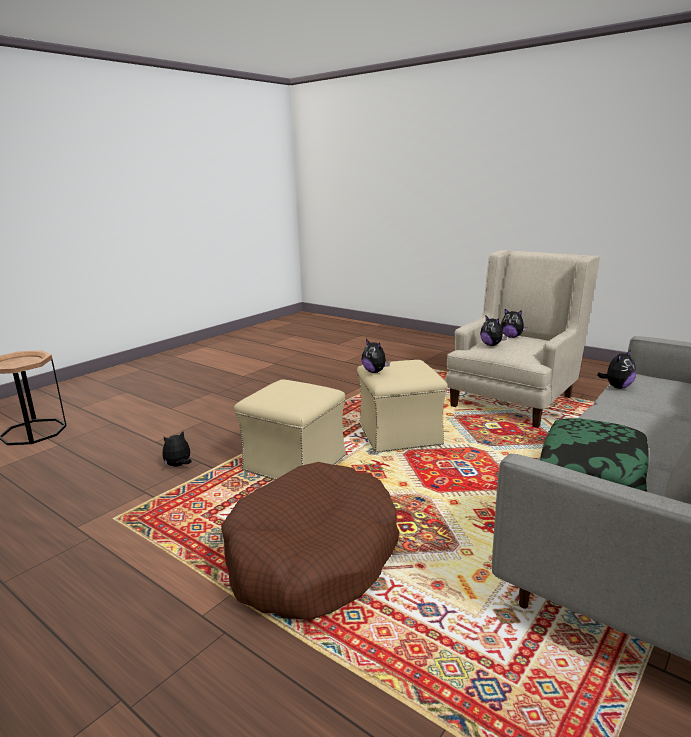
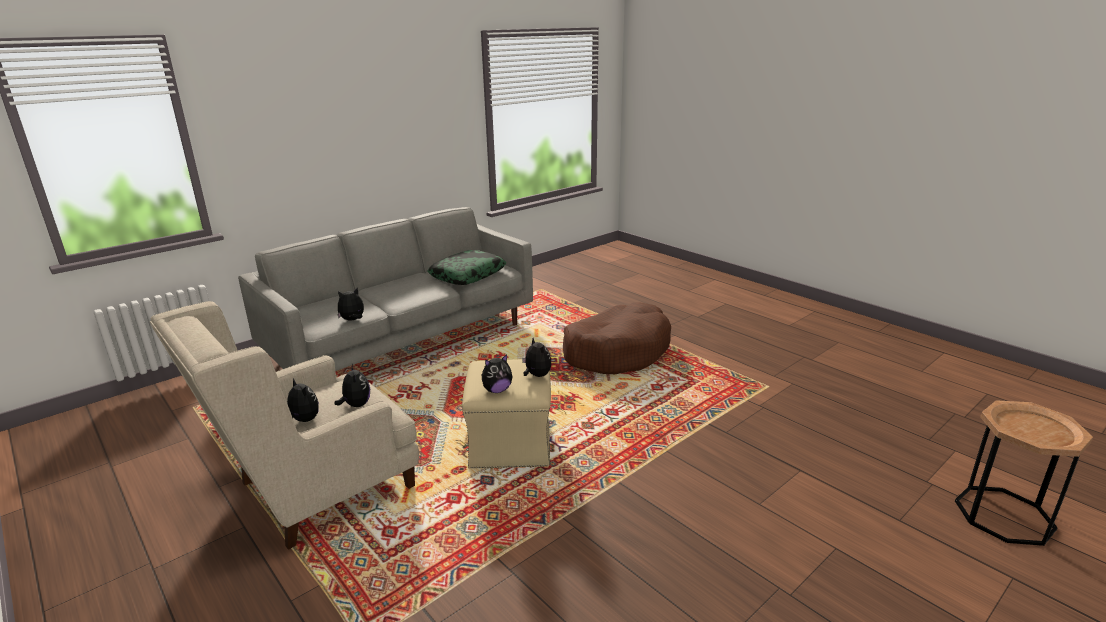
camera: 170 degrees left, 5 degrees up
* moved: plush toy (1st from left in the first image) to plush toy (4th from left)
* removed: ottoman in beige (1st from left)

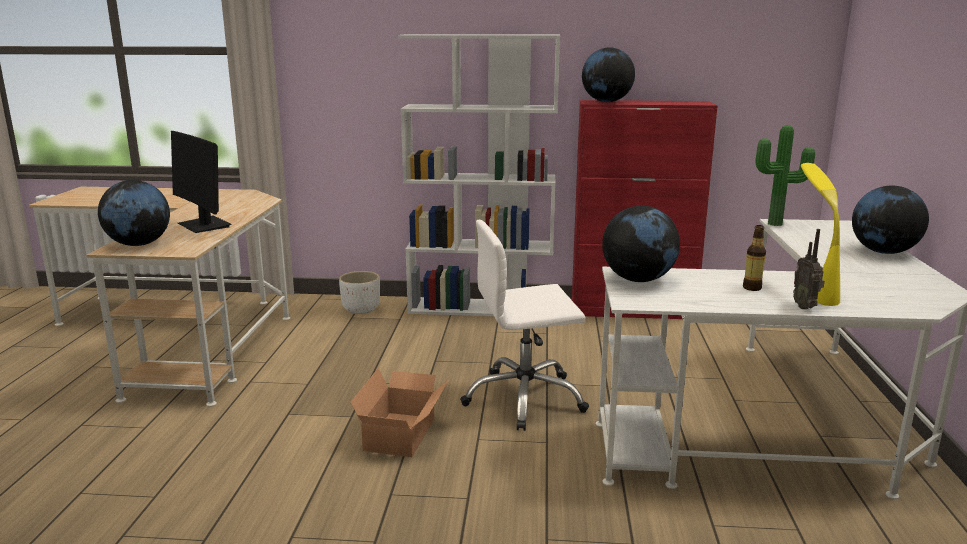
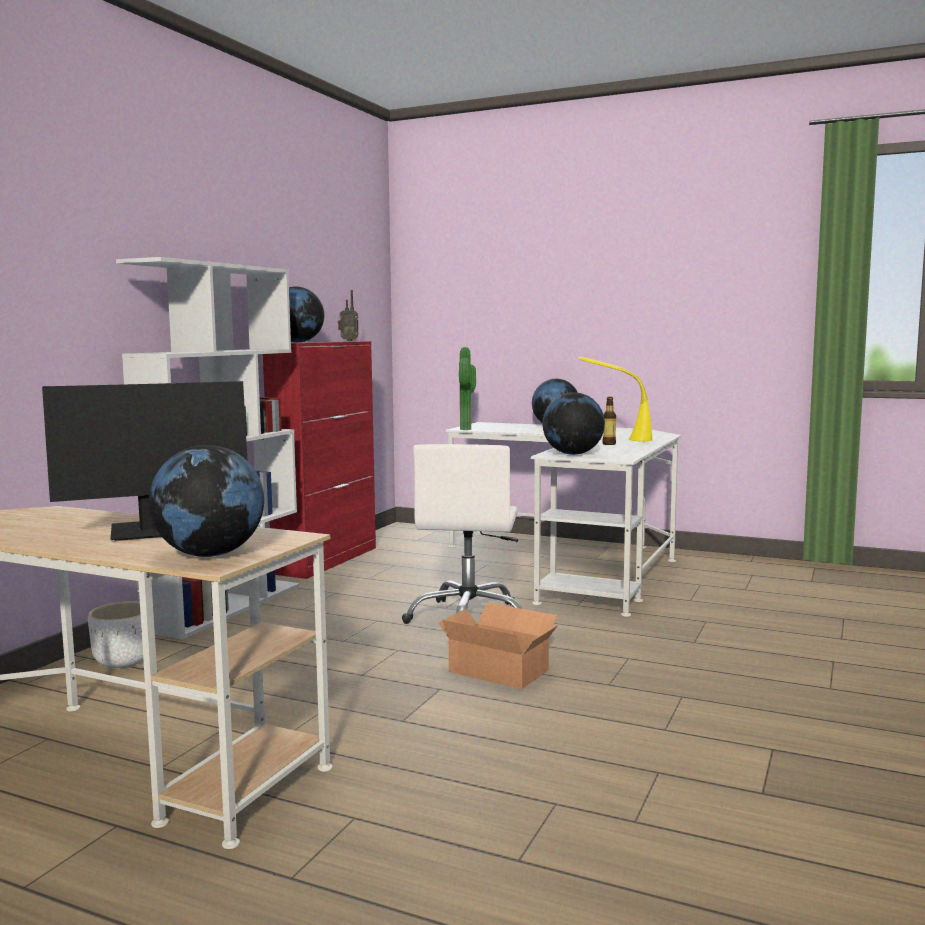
camera: 70 degrees left, 10 degrees down
* moved: radio

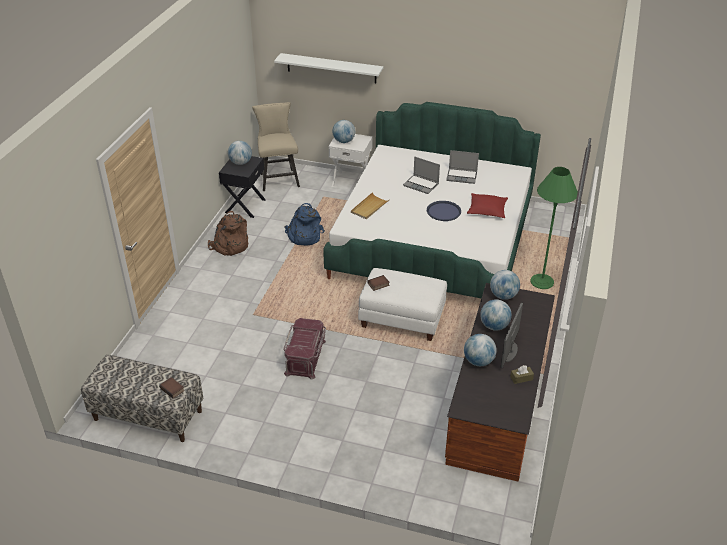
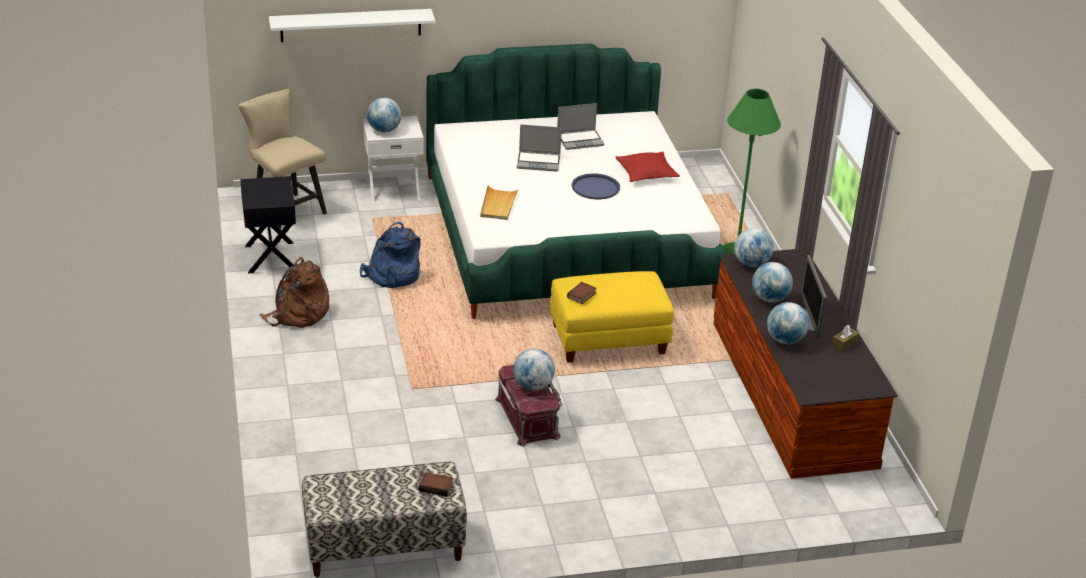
camera: 30 degrees left, 5 degrees down
* moved: globe (1st from left in the first image) to globe (2nd from left)
* recoloured: ottoman in white to ottoman in yellow

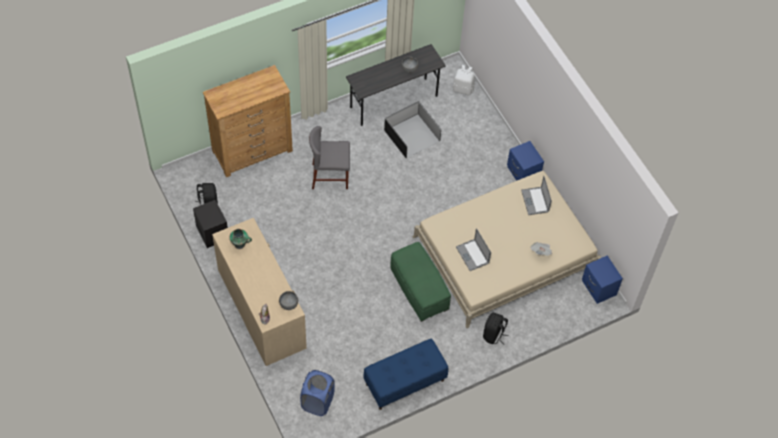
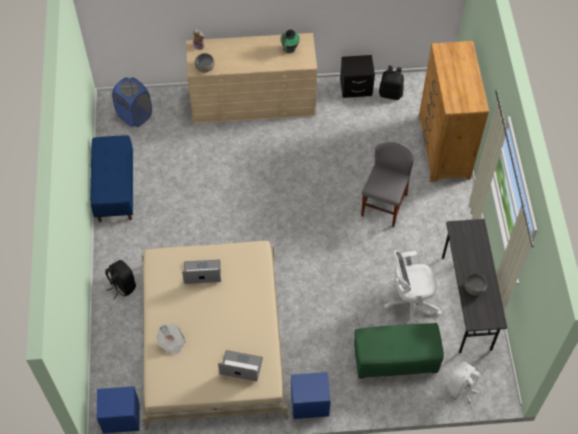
camera: 115 degrees right, 0 degrees up
* replaced: storage box in black to office chair in white
* moved: ottoman in green

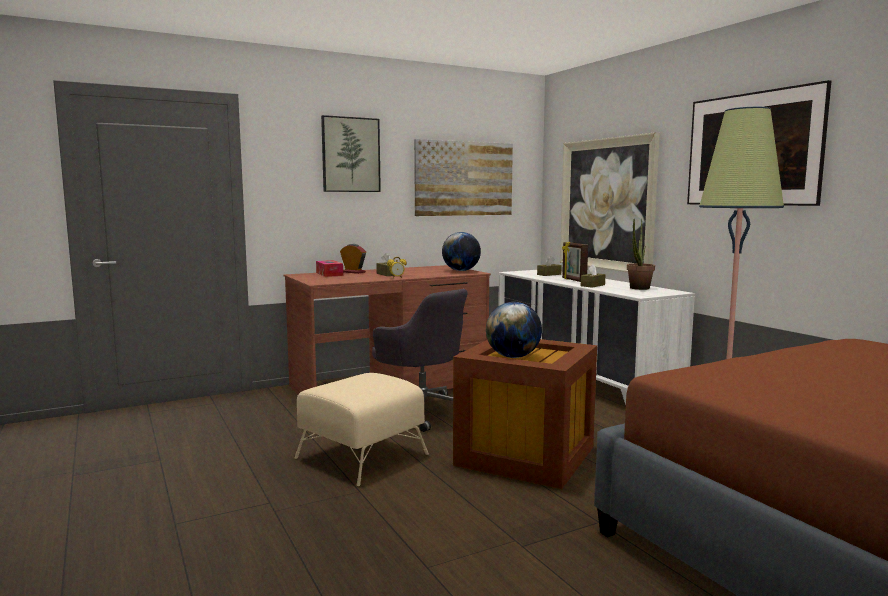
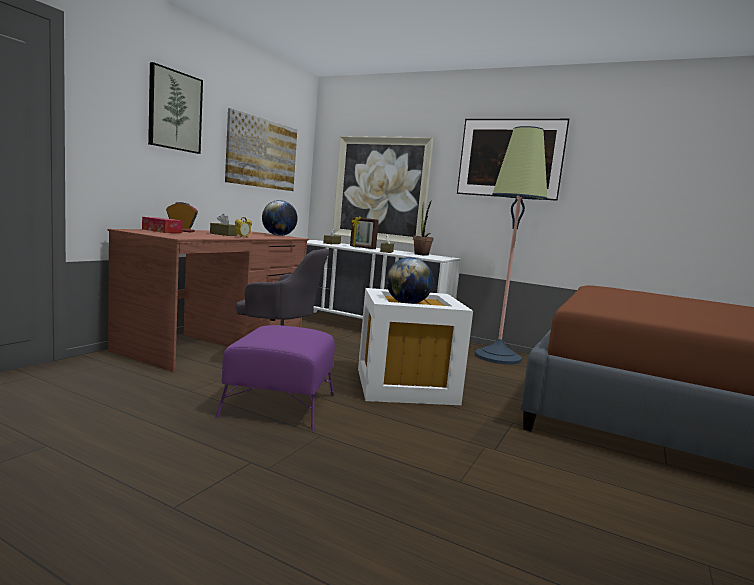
camera: 35 degrees left, 0 degrees up
* recoloured: ottoman in beige to ottoman in purple
* recoloured: storage box in brown to storage box in white

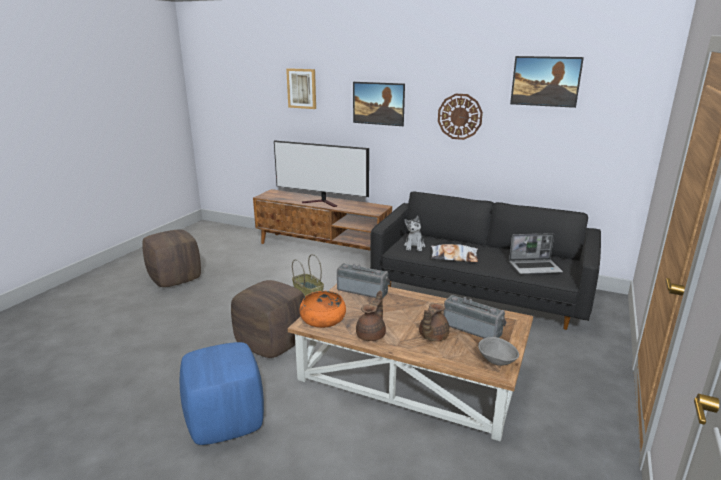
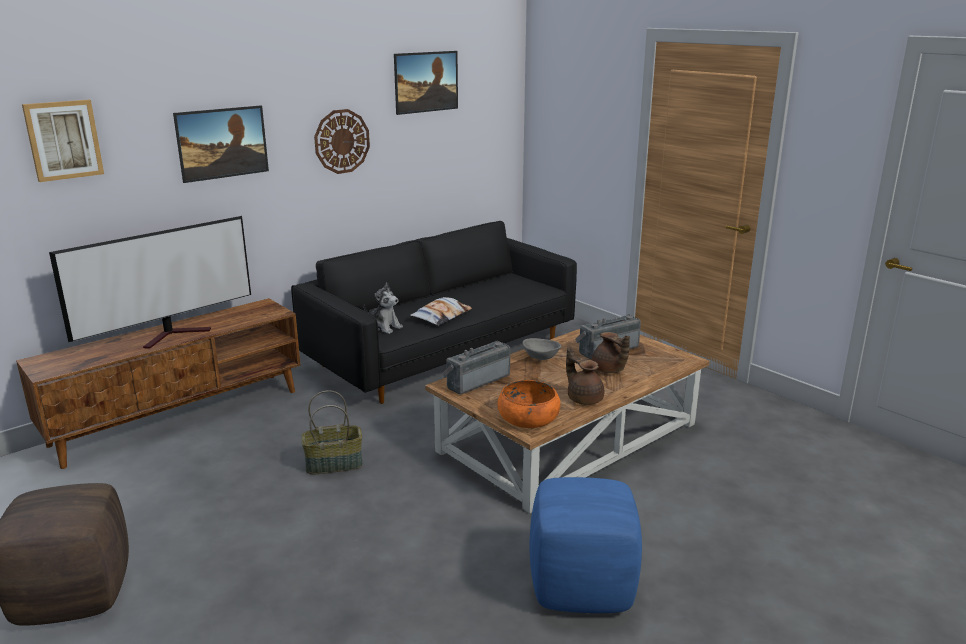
camera: 65 degrees left, 0 degrees up
* removed: ottoman in brown (2nd from left)
* moved: bowl in grey
* removed: laptop

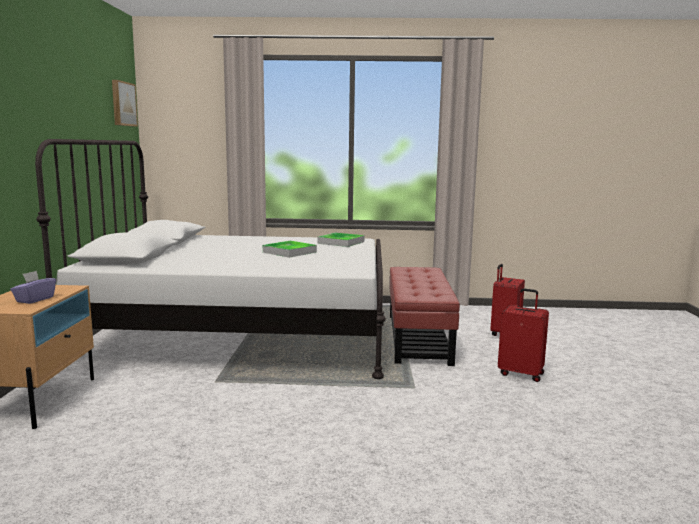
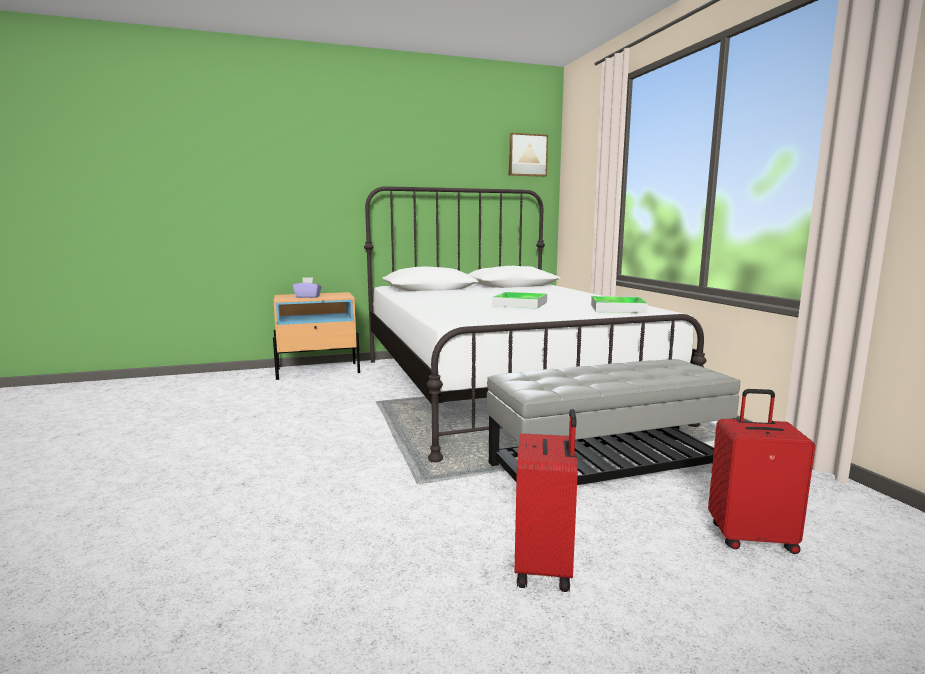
camera: 70 degrees right, 0 degrees up
* recoloured: ottoman in red to ottoman in grey

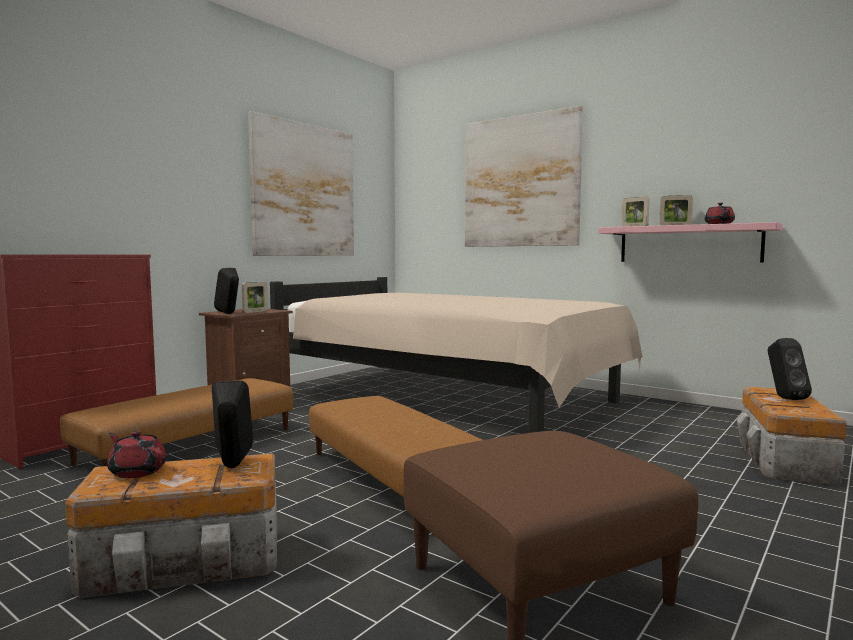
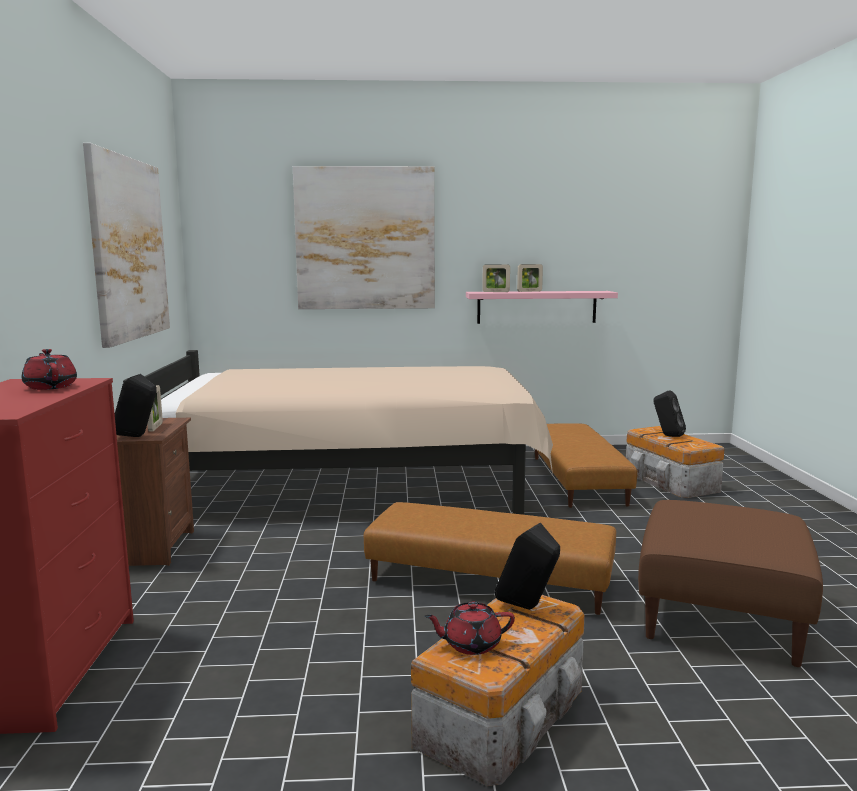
camera: 40 degrees left, 5 degrees up
* moved: ottoman in brown (1st from left in the first image) to ottoman in brown (2nd from left)
* moved: teapot in red (2nd from left in the first image) to teapot in red (1st from left)

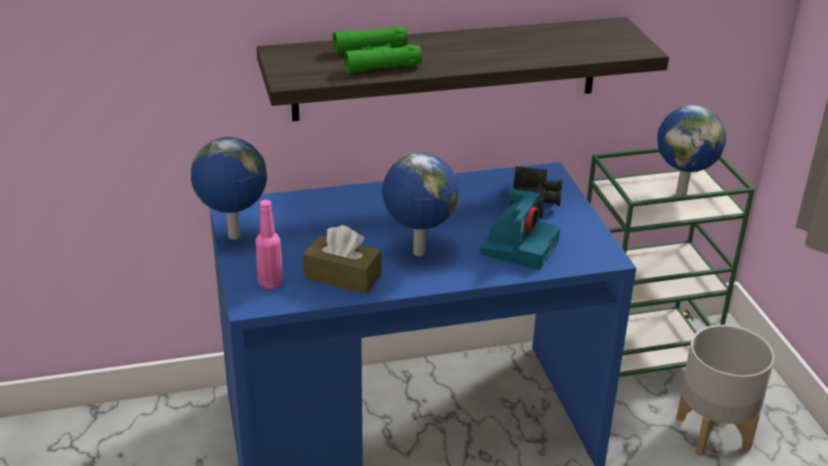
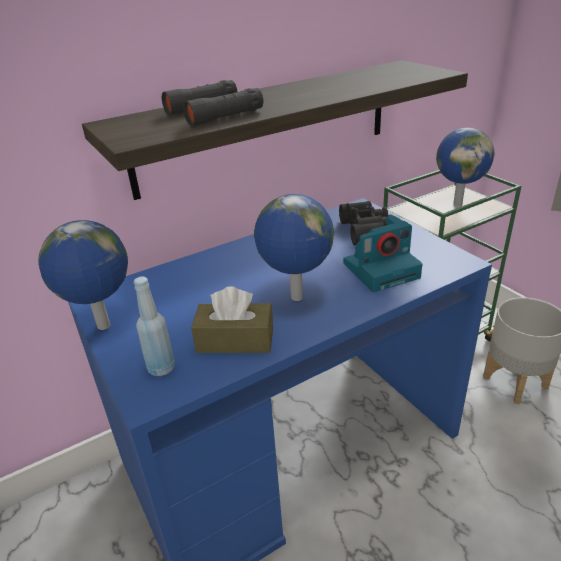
camera: 15 degrees left, 0 degrees up
* recoloured: bottle in pink to bottle in blue
* recoloured: binoculars in green to binoculars in black (1st from left)
* turned: photo camera 60 degrees clockwise

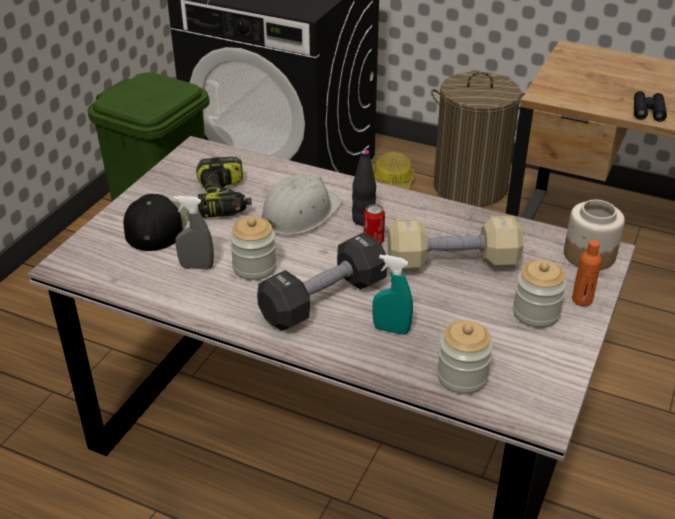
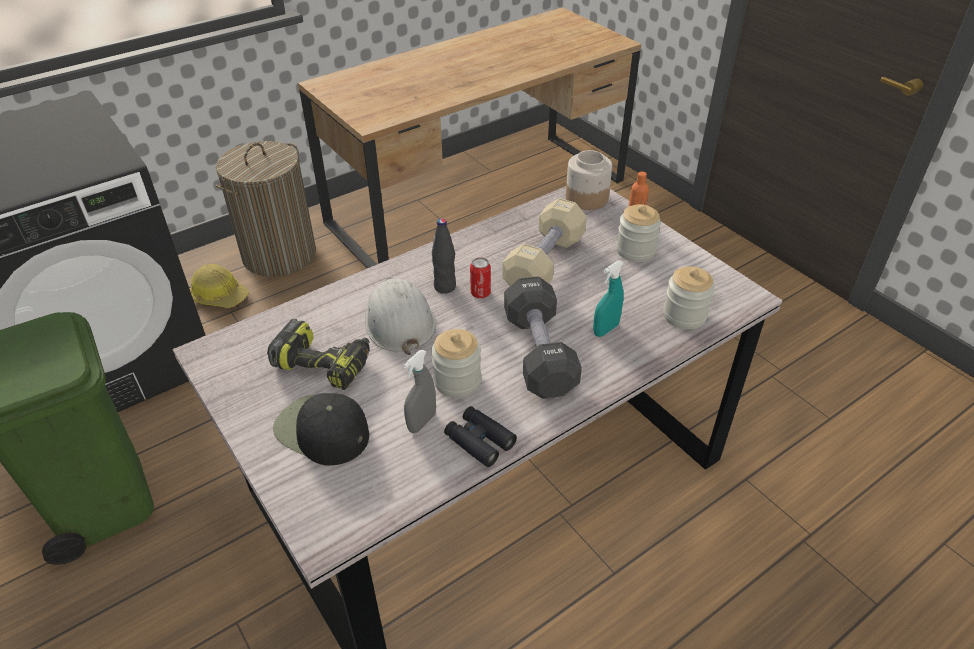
camera: 60 degrees left, 5 degrees up
* moved: binoculars in black

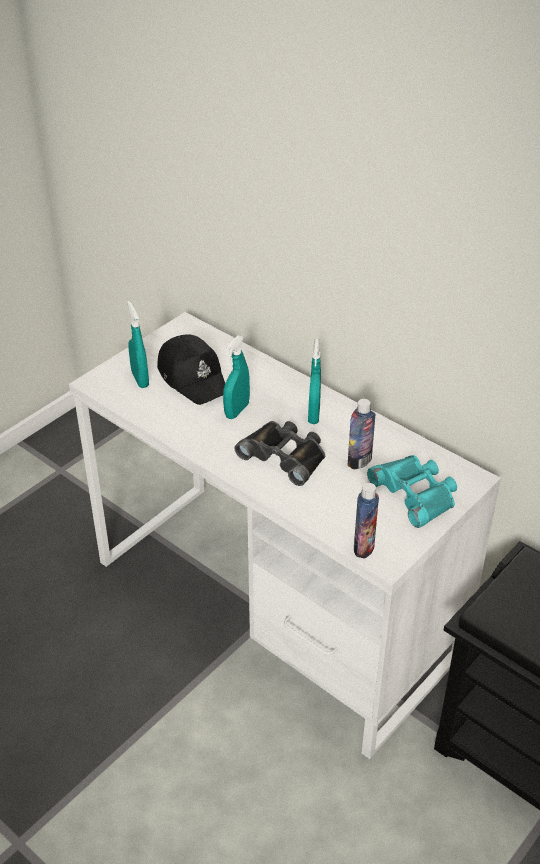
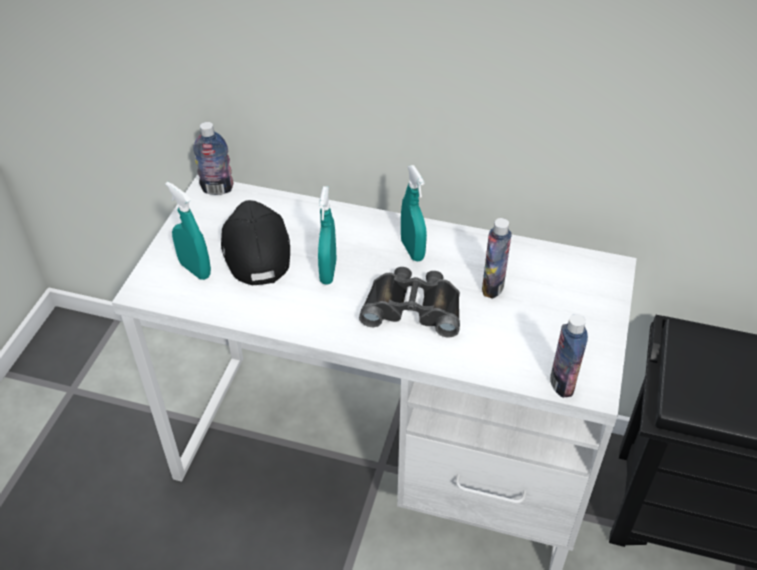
camera: 25 degrees left, 5 degrees up
* turned: cap in black 135 degrees counterclockwise
* removed: binoculars in turquoise
* added: bottle (1st from left)

